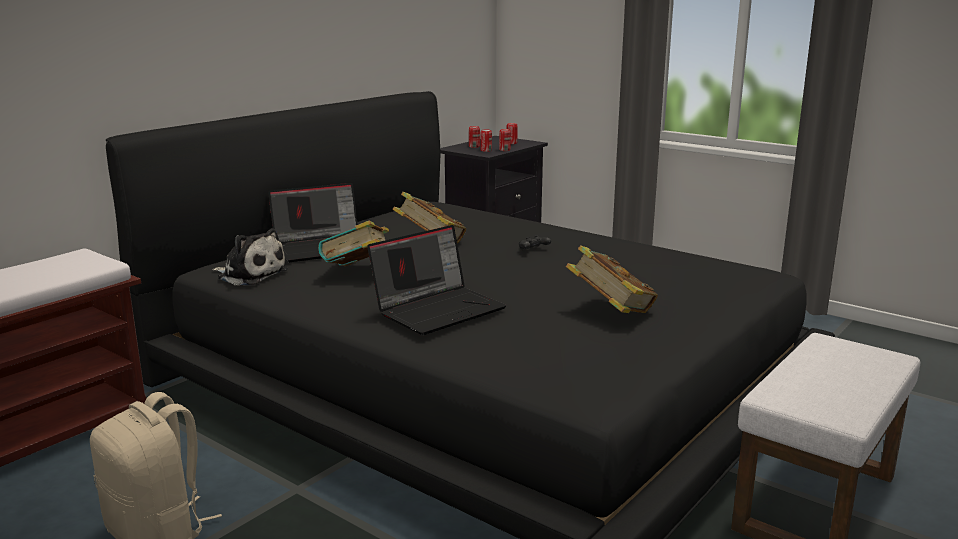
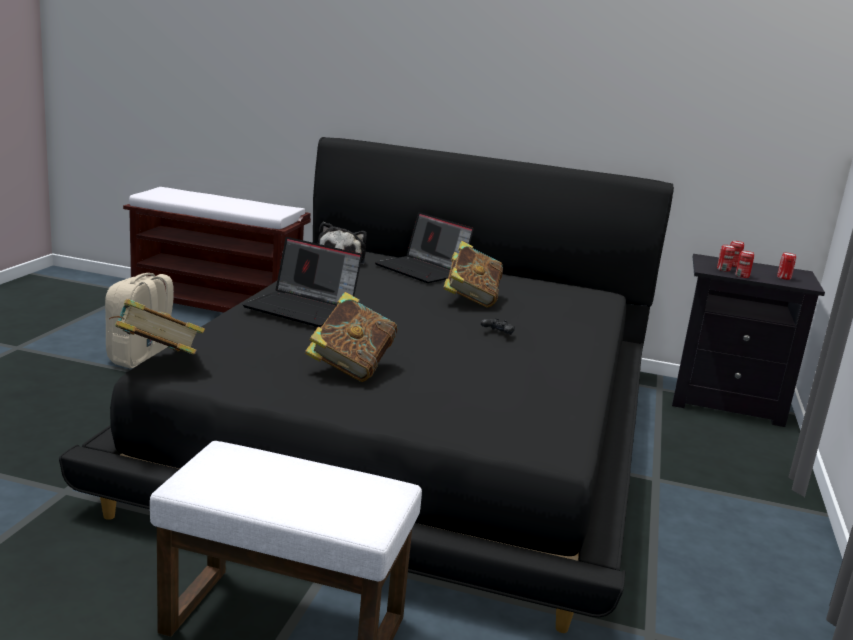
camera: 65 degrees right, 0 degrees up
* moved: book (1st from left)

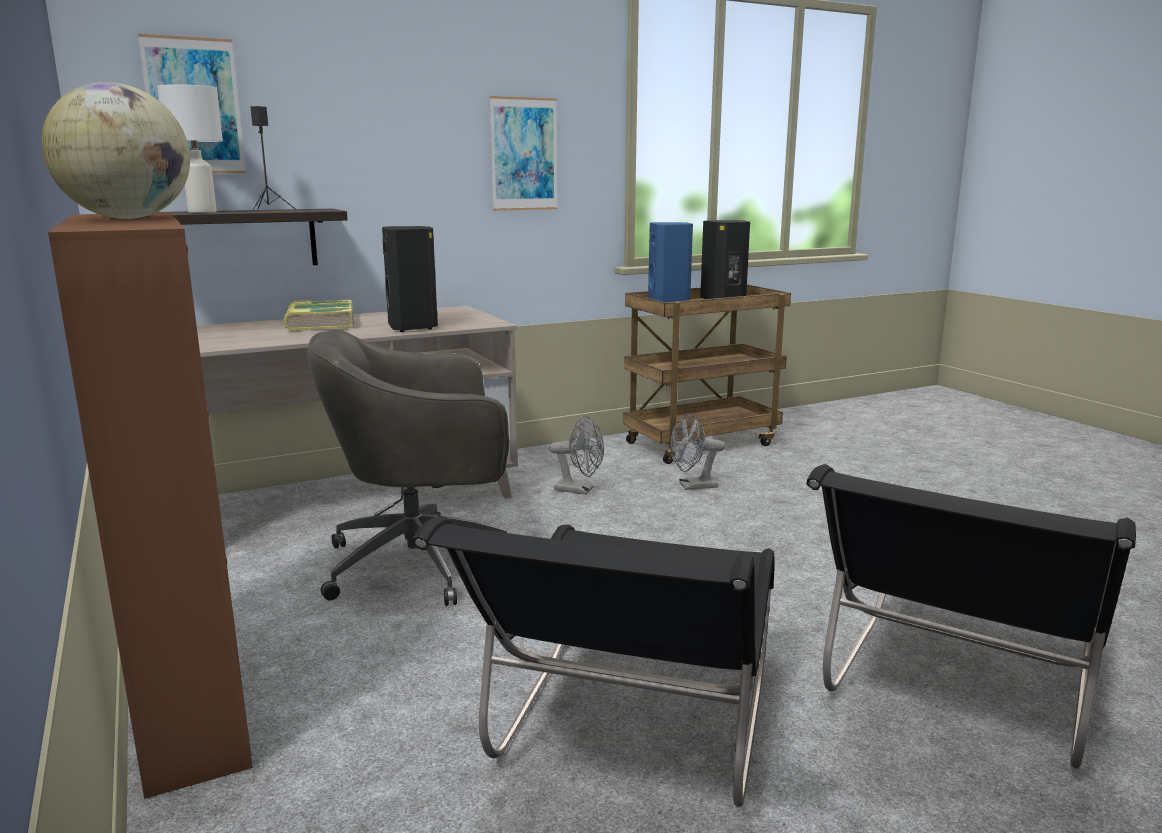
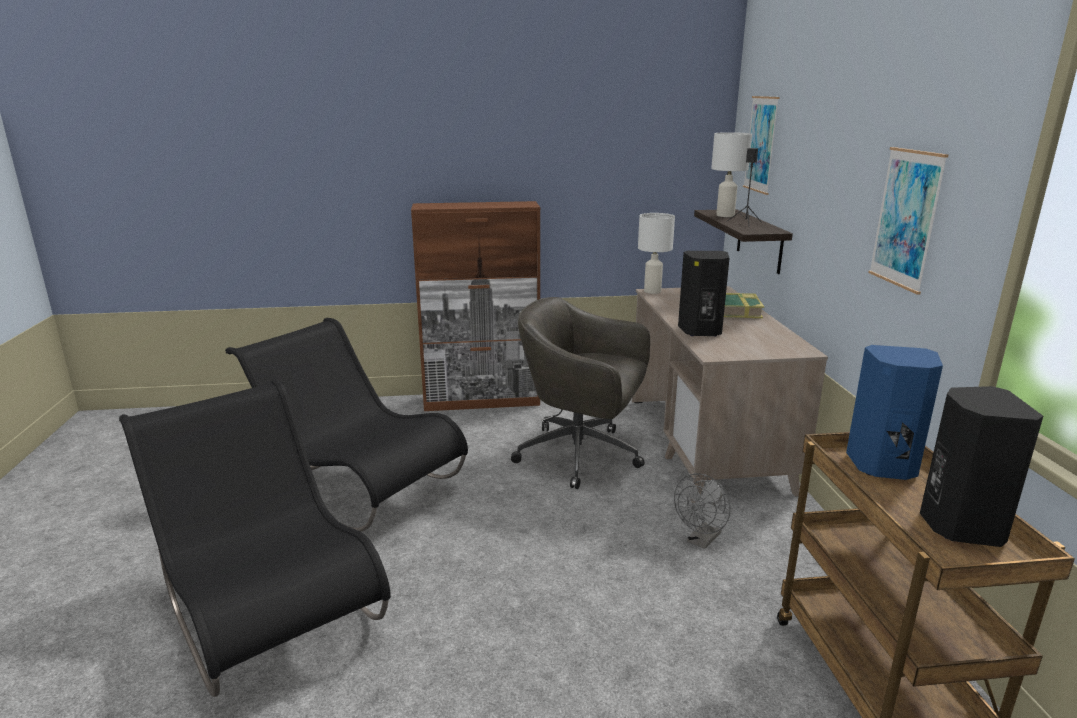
camera: 110 degrees right, 5 degrees up
* removed: globe
* turned: office chair in grey 75 degrees counterclockwise
* removed: fan in grey (2nd from left)
* added: table lamp in white (1st from left)

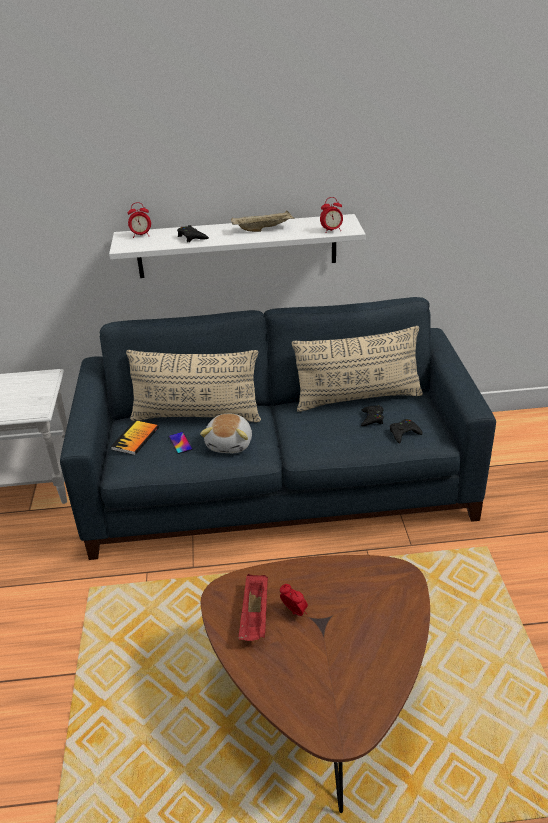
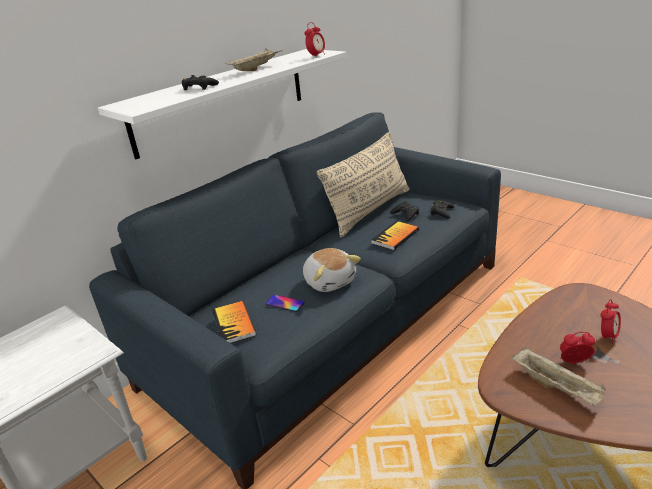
camera: 40 degrees left, 5 degrees down
* removed: pillow in beige (1st from left)
* moved: alarm clock (1st from left in the first image) to alarm clock (3rd from left)
* recoloured: tray in red to tray in beige (2nd from left)
* added: book (2nd from left)

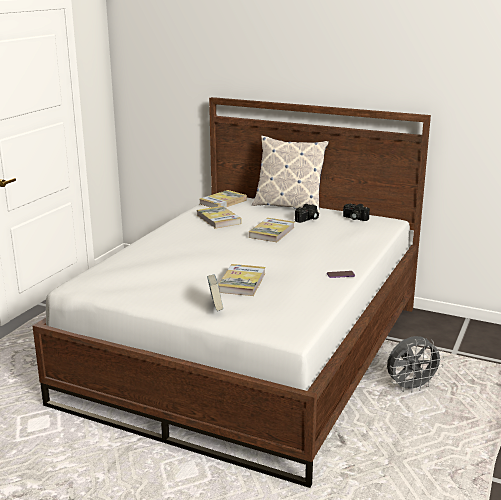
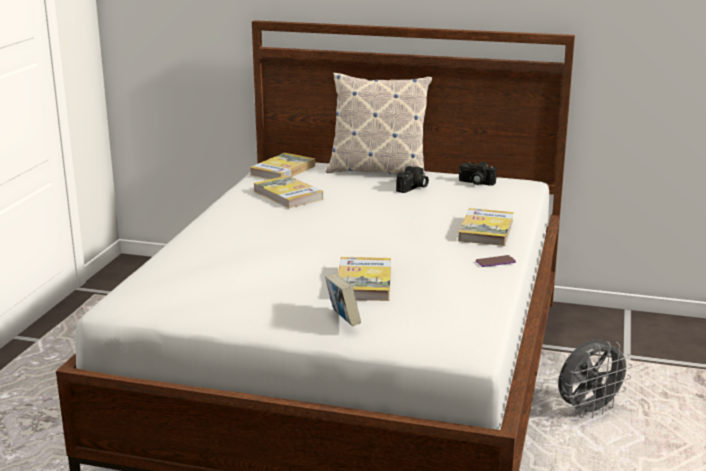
camera: 10 degrees left, 0 degrees up
* moved: book (5th from left)

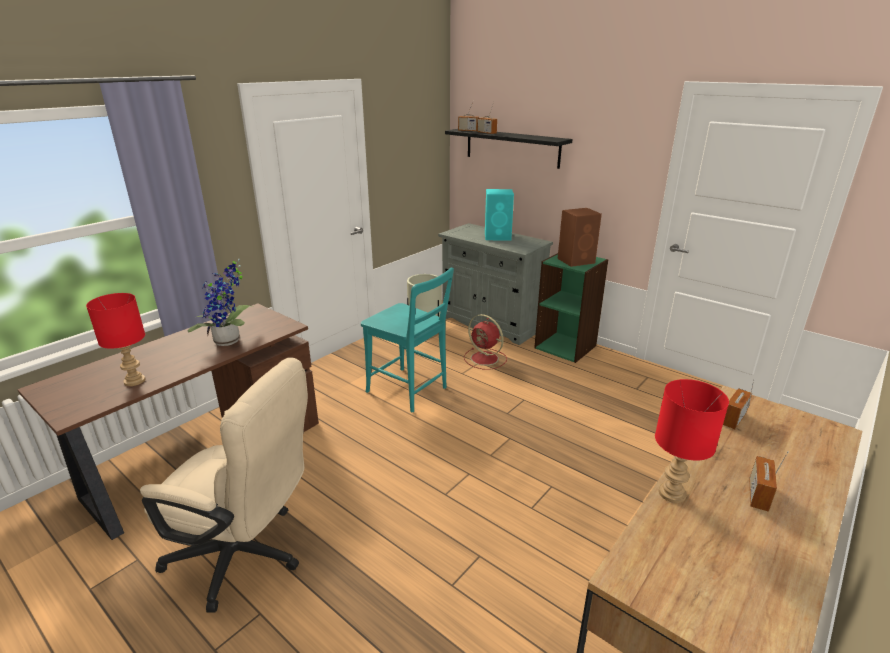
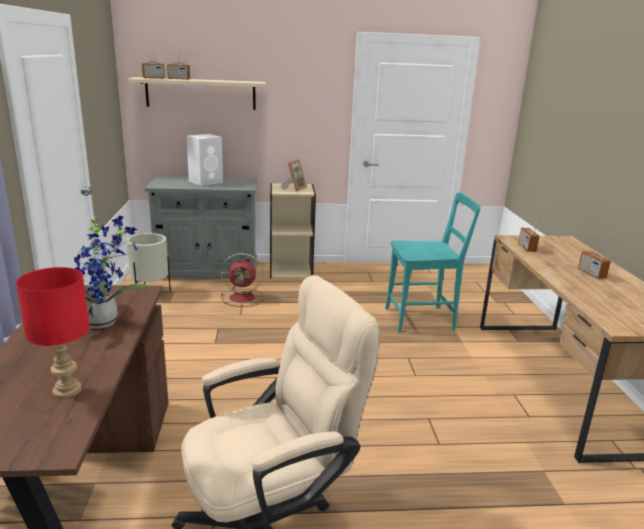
camera: 45 degrees left, 5 degrees down
* moved: chair in turquoise
* recoloured: shelf in black to shelf in beige
* recoloured: speaker in turquoise to speaker in white
* recoloured: bookcase in green to bookcase in beige
* replaced: speaker in brown to picture frame
* removed: table lamp in red (2nd from left)

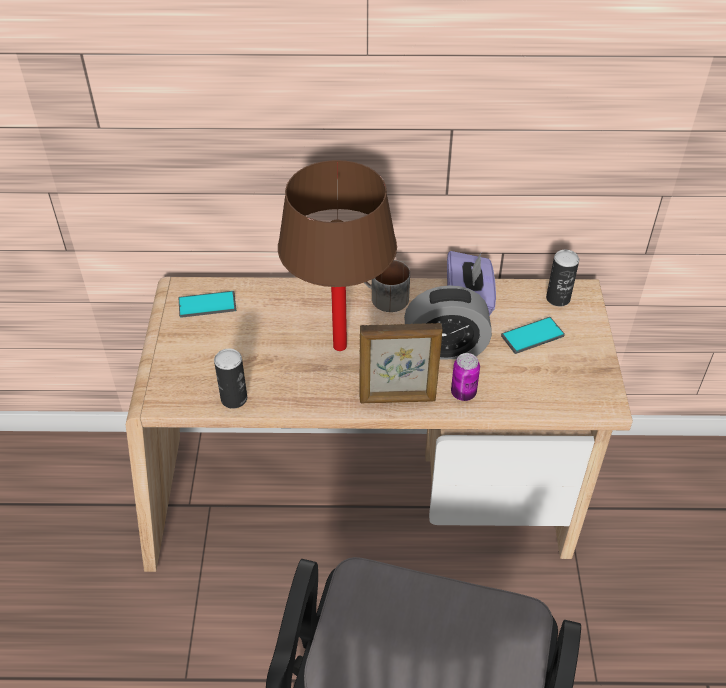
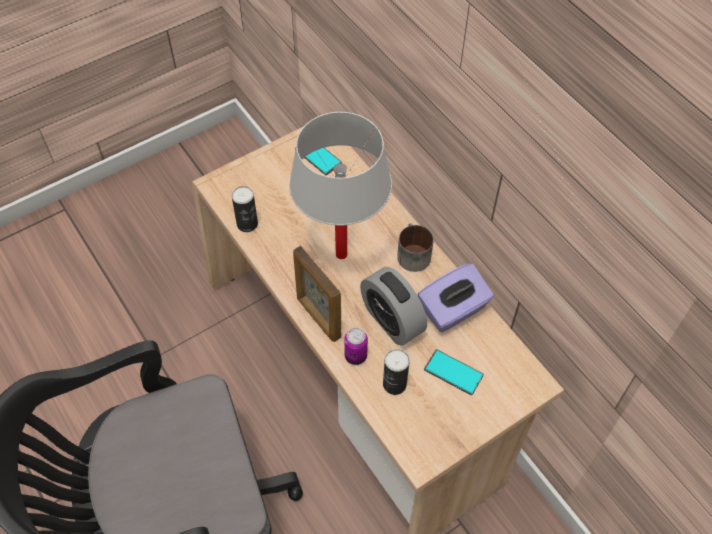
camera: 55 degrees right, 10 degrees up
* recoloured: table lamp in brown to table lamp in white
* moved: can (3rd from left)

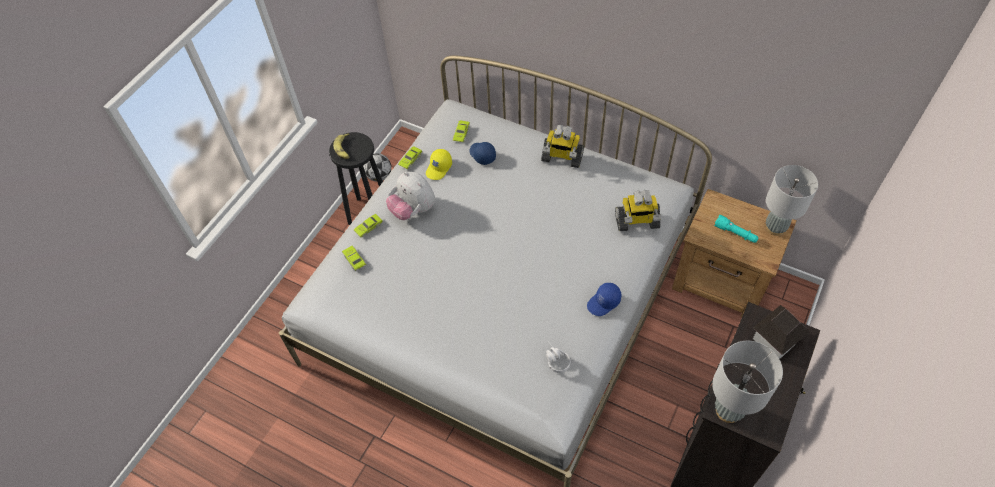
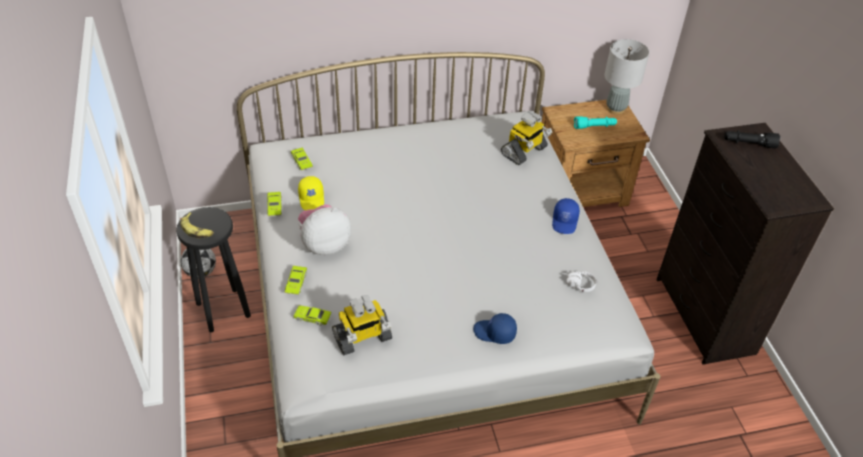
camera: 45 degrees left, 10 degrees down
* turned: plush toy 150 degrees clockwise
* moved: cap in blue (1st from left)
* moved: toy robot (1st from left)
* removed: table lamp in grey (1st from left)
* replaced: toy house to flashlight in black

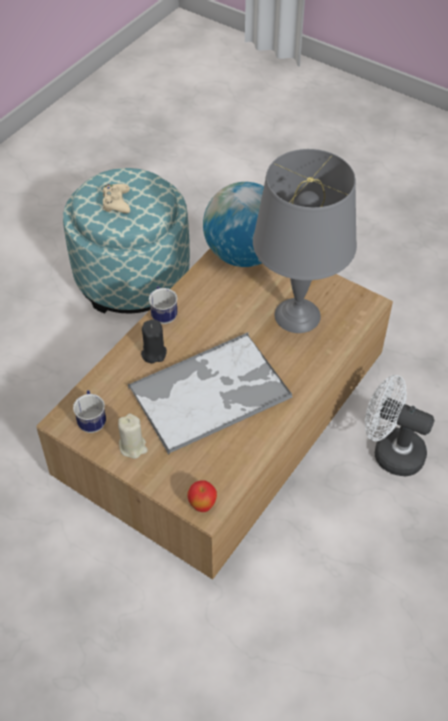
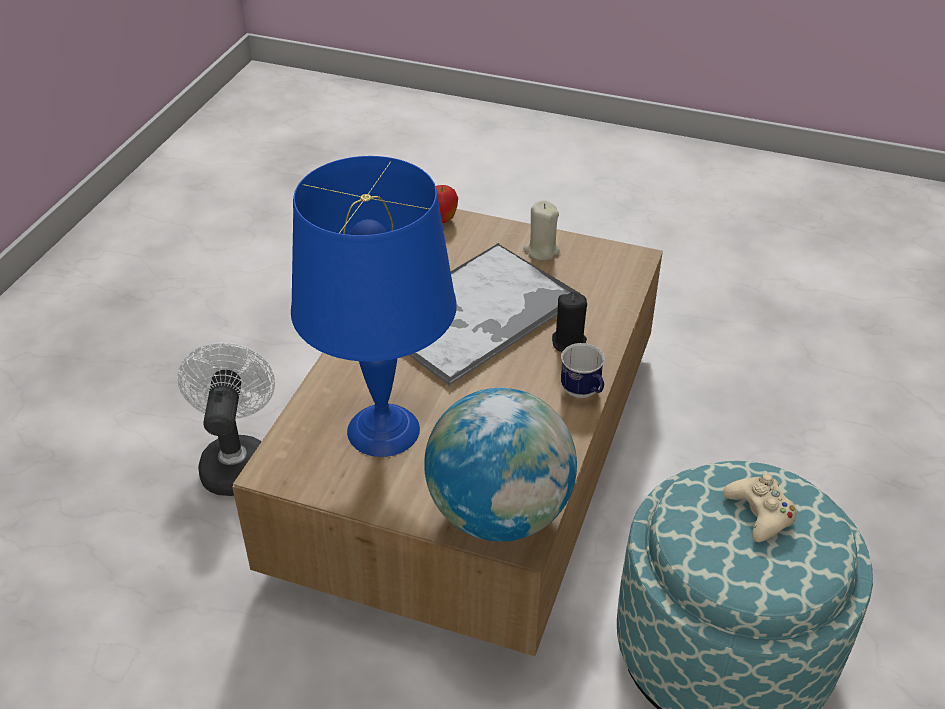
camera: 165 degrees right, 10 degrees down
* removed: mug (1st from left)
* recoloured: table lamp in grey to table lamp in blue
* turned: fan in white 105 degrees counterclockwise

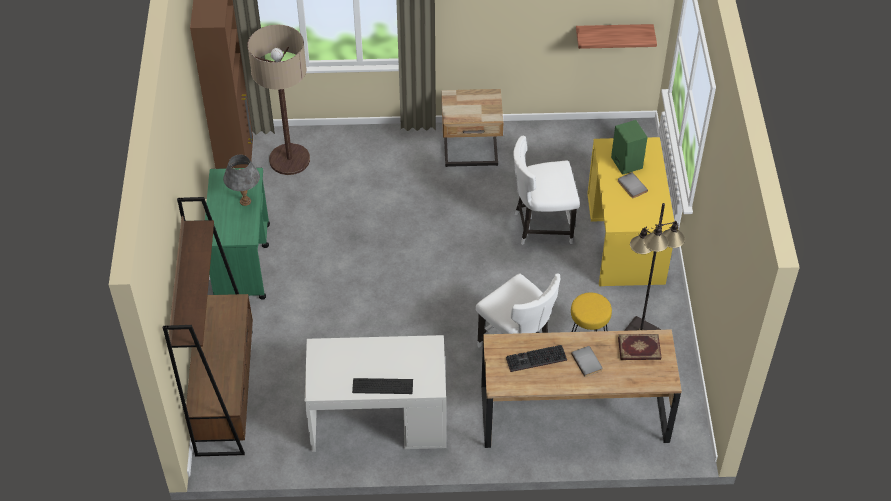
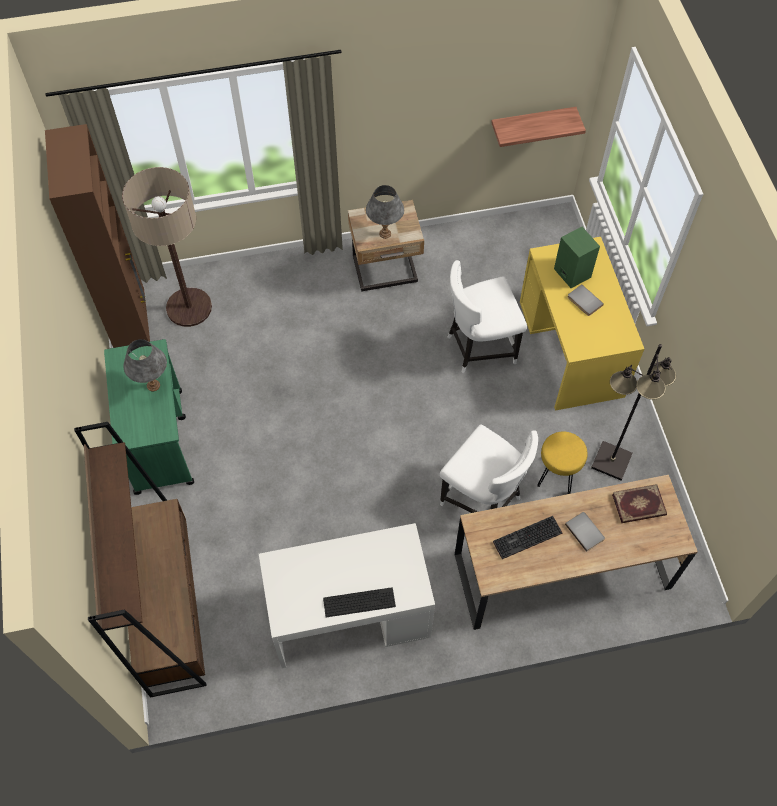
camera: 10 degrees left, 10 degrees up
* added: table lamp in grey (2nd from left)

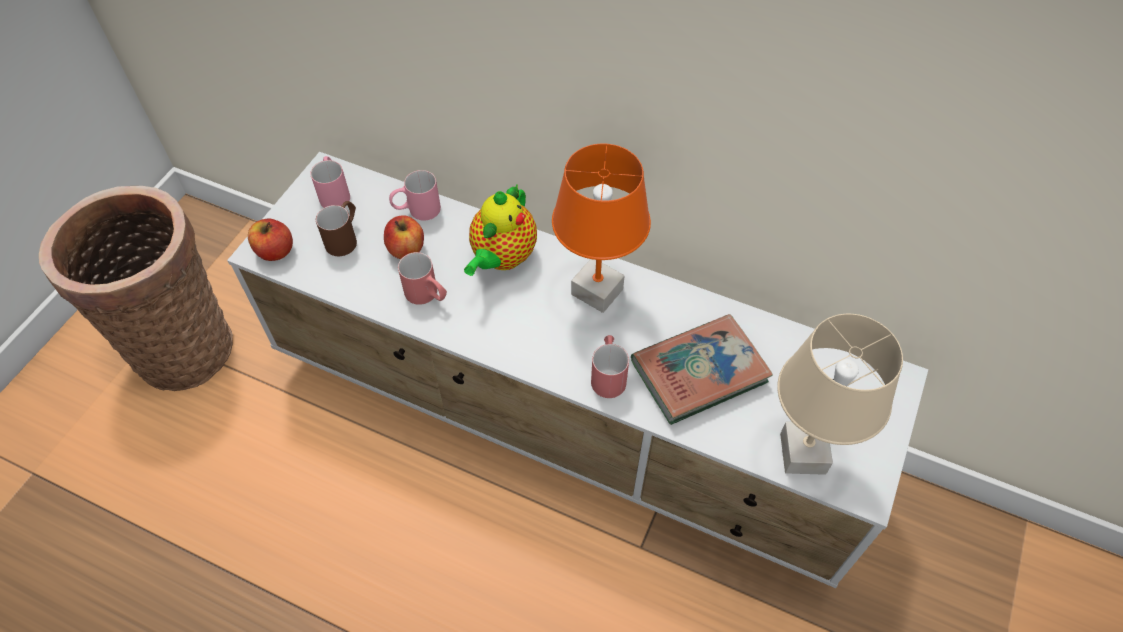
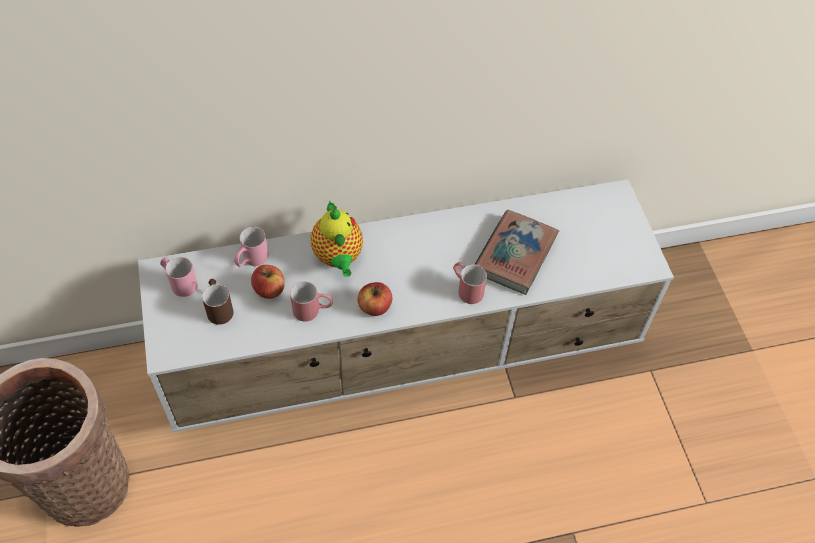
camera: 40 degrees left, 0 degrees up
* moved: apple (1st from left in the first image) to apple (2nd from left)
* removed: table lamp in orange
* removed: table lamp in beige

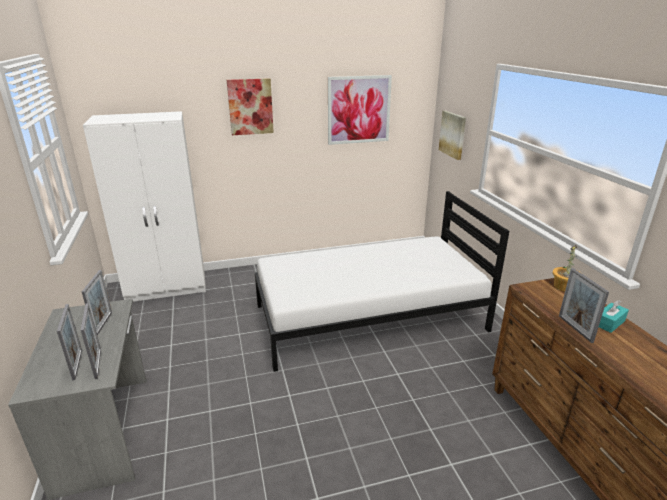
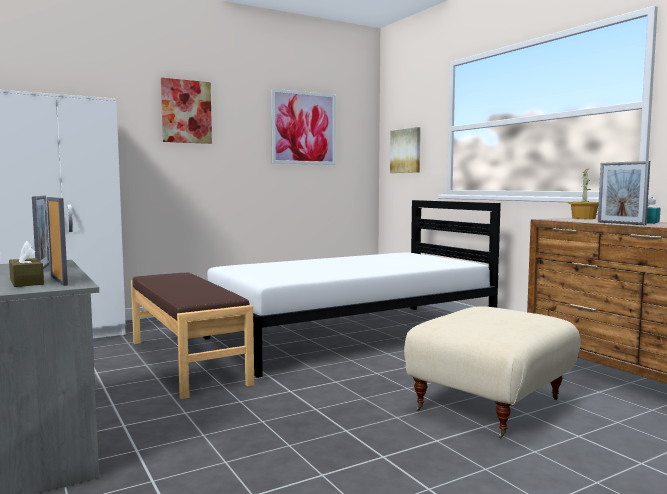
camera: 15 degrees left, 20 degrees down
* replaced: picture frame (1st from left) to tissue box in brown
* added: bench in brown
* added: ottoman in beige

